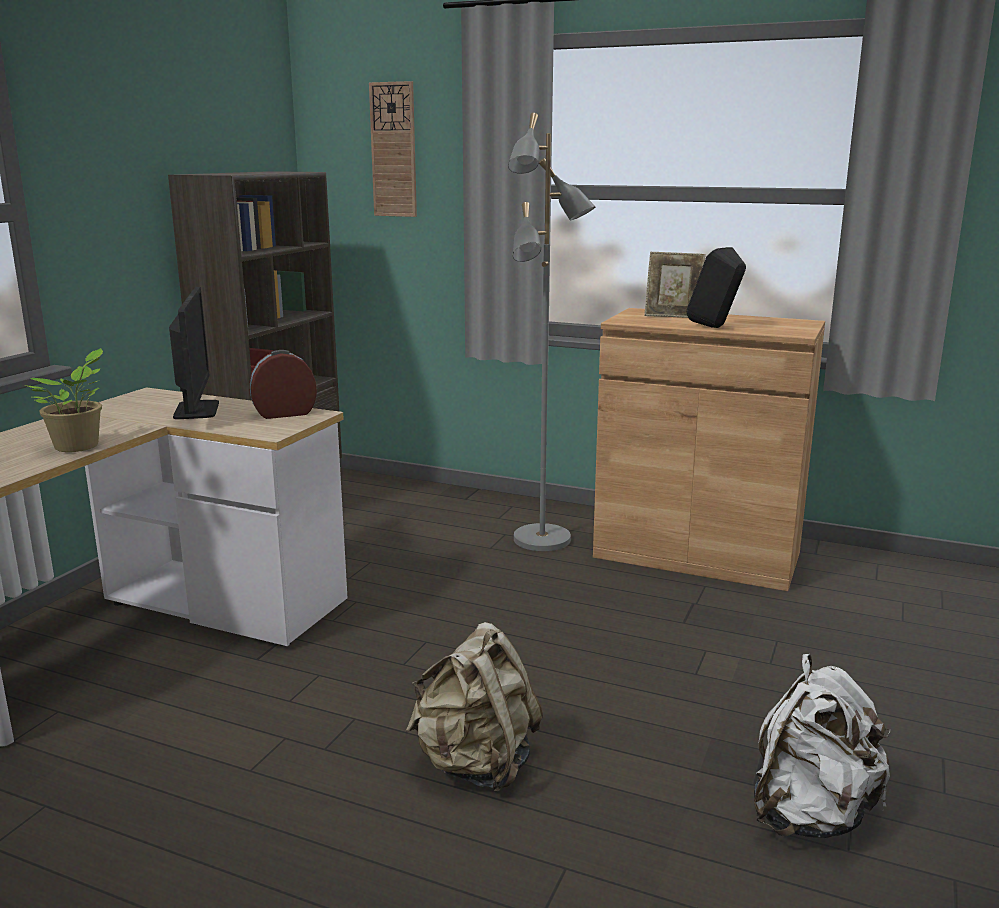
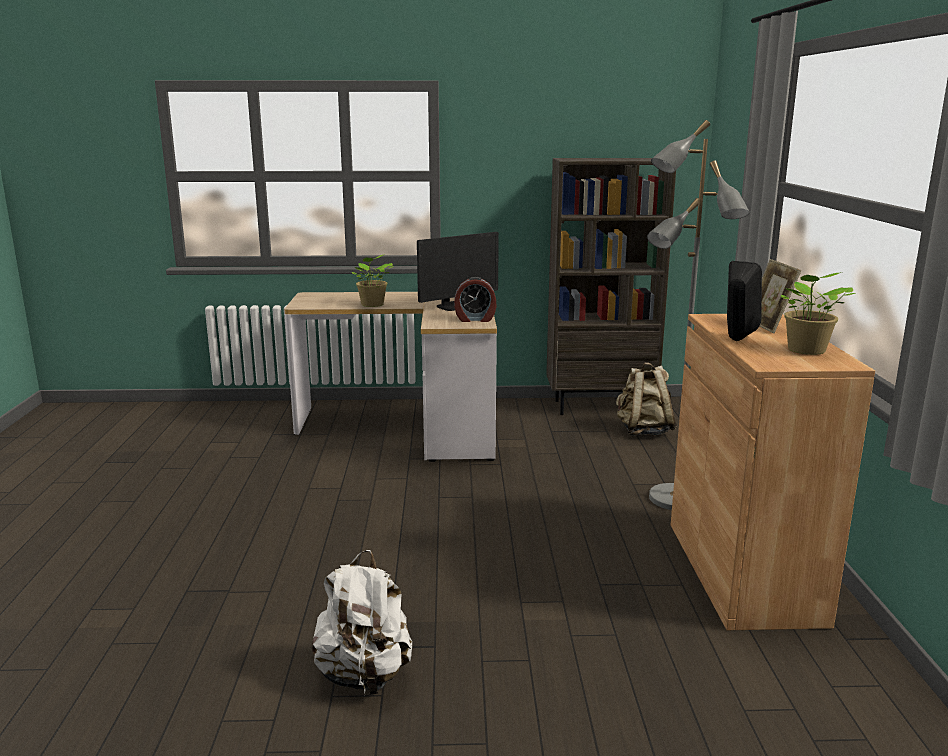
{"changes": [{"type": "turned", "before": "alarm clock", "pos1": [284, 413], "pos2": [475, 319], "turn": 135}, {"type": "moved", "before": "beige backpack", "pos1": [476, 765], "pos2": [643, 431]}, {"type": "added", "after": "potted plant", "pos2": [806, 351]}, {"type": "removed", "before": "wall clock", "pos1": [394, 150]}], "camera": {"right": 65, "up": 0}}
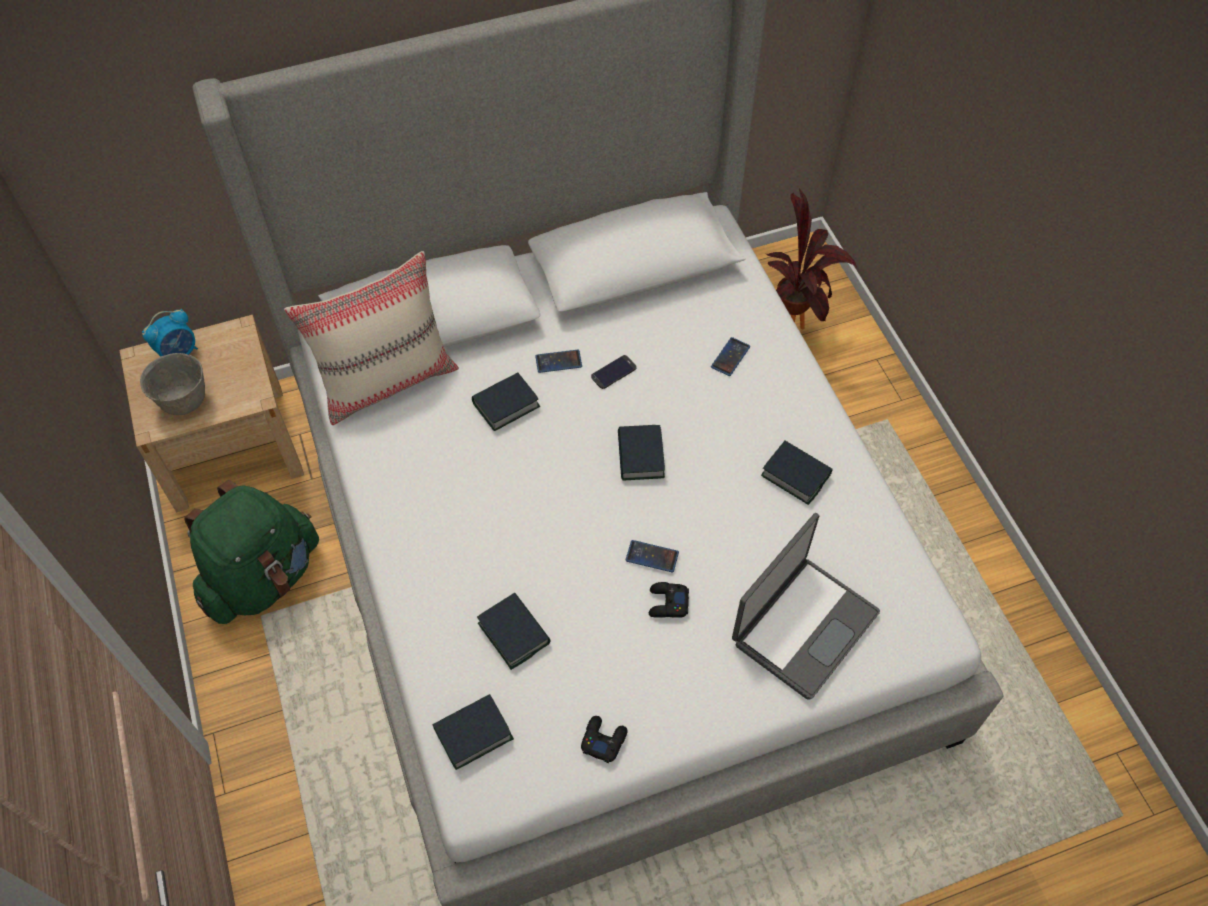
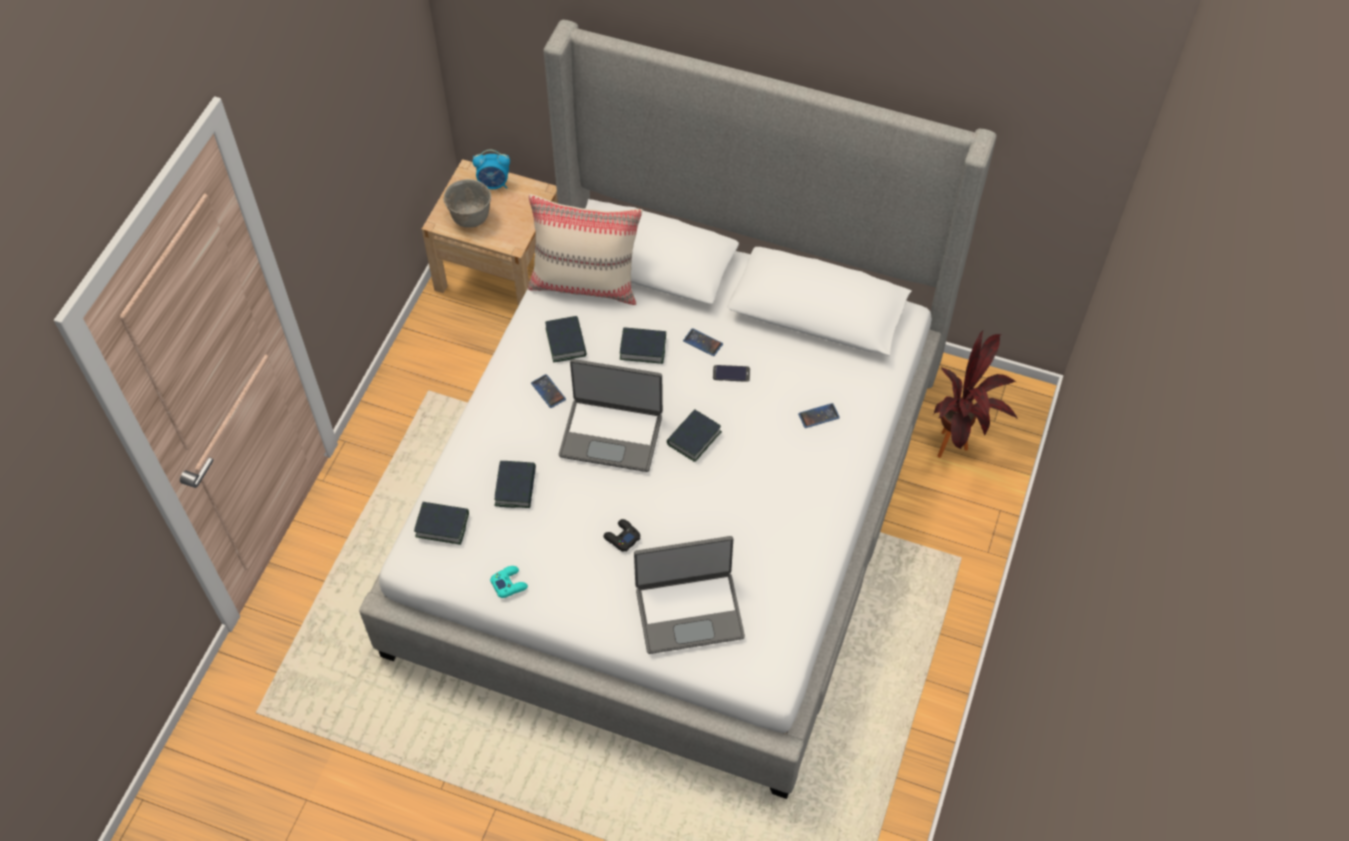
{"changes": [{"type": "recoloured", "before": "black game controller", "after": "turquoise game controller", "pos1": [603, 740], "pos2": [509, 584]}, {"type": "moved", "before": "phone", "pos1": [652, 556], "pos2": [548, 391]}, {"type": "moved", "before": "book", "pos1": [795, 475], "pos2": [566, 342]}, {"type": "added", "after": "laptop", "pos2": [611, 434]}, {"type": "removed", "before": "green backpack", "pos1": [263, 578]}], "camera": {"right": 40, "up": 0}}
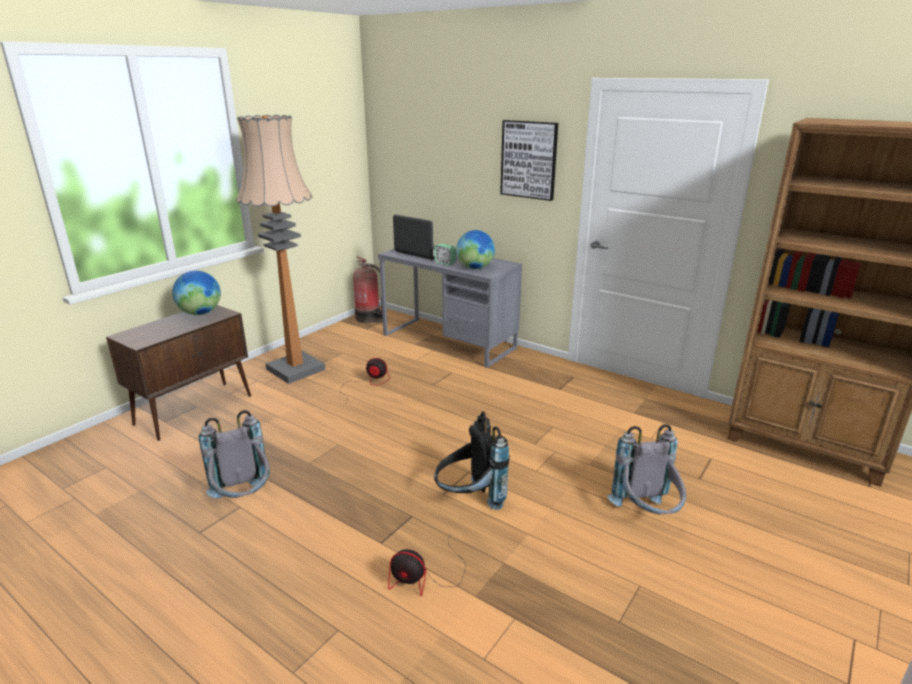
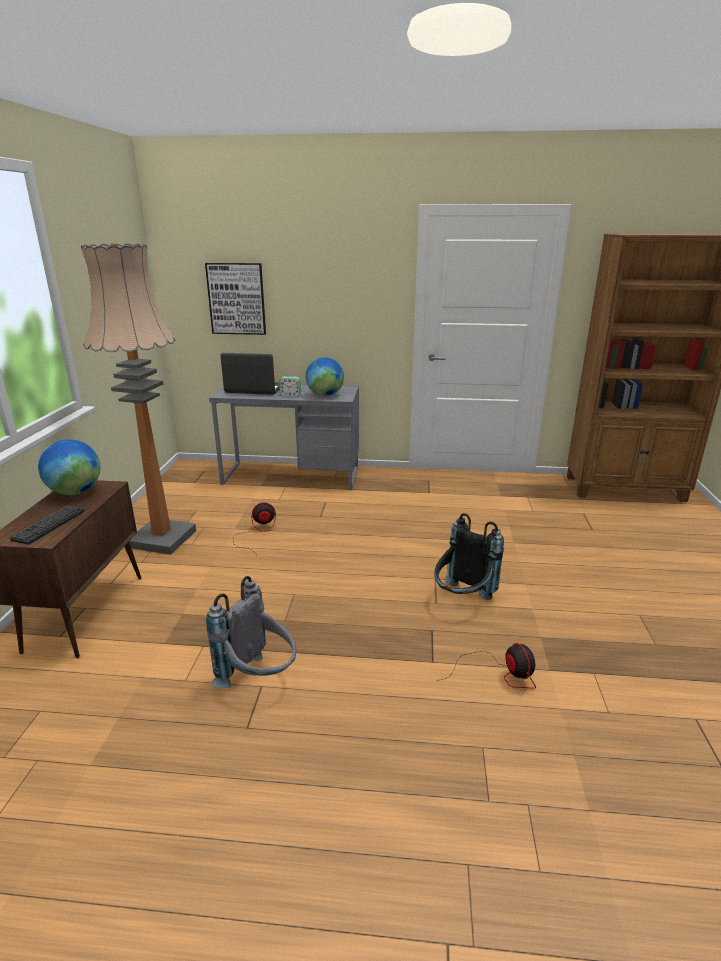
{"changes": [{"type": "added", "after": "keyboard", "pos2": [49, 525]}, {"type": "moved", "before": "picture", "pos1": [529, 160], "pos2": [236, 299]}, {"type": "turned", "before": "fan", "pos1": [424, 578], "pos2": [499, 673], "turn": -90}, {"type": "removed", "before": "fire extinguisher", "pos1": [369, 318]}, {"type": "removed", "before": "grey backpack", "pos1": [646, 516]}], "camera": {"right": -30, "up": 0}}
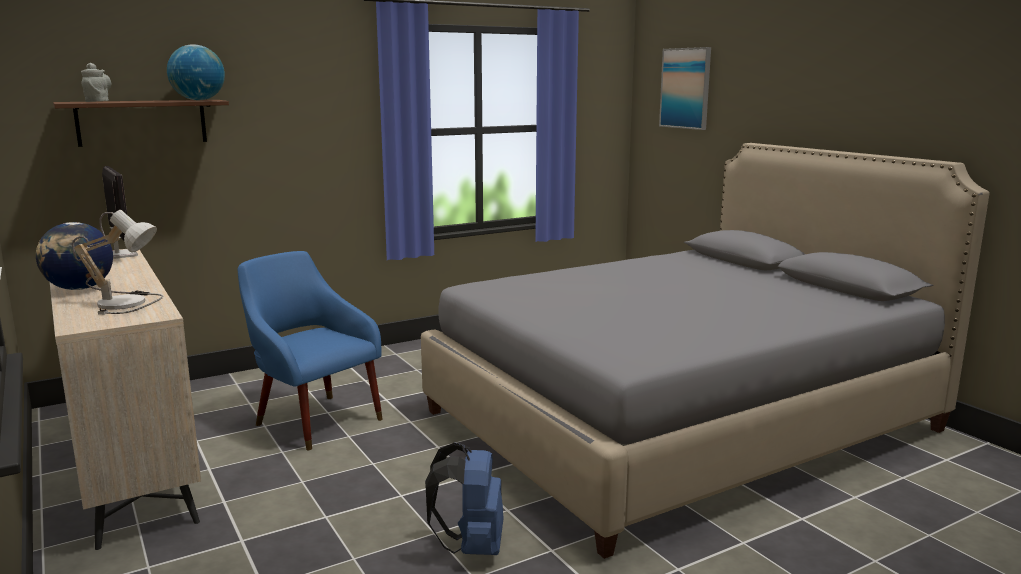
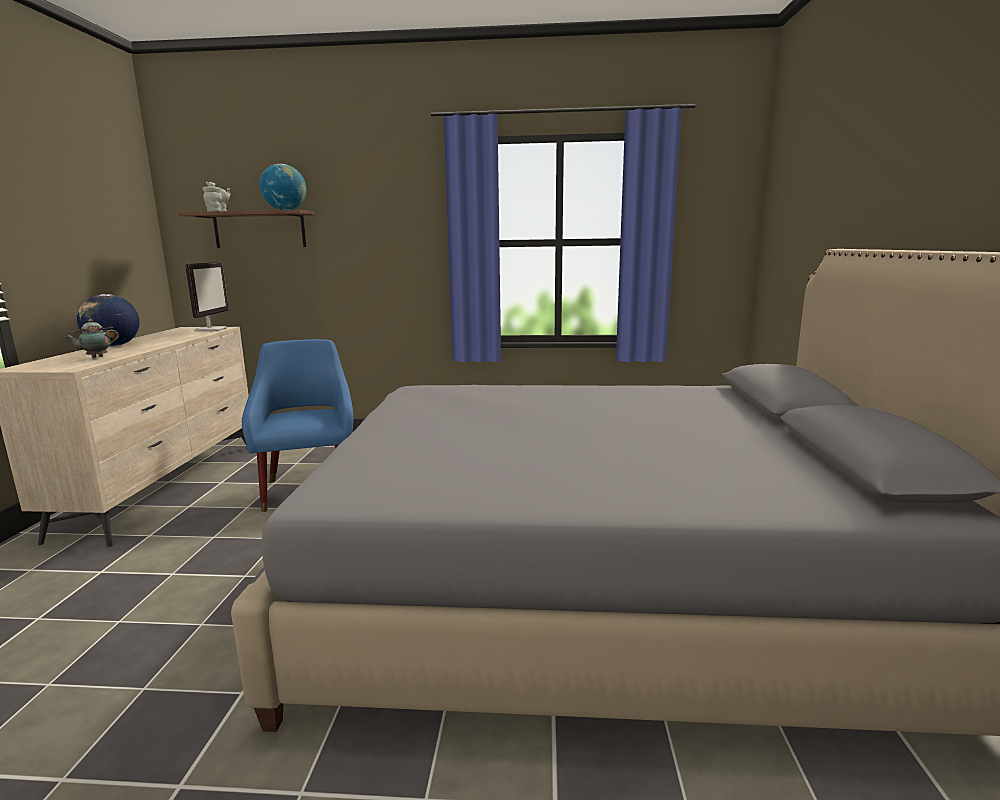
{"changes": [{"type": "replaced", "before": "table lamp", "after": "teapot", "pos1": [127, 302], "pos2": [95, 357]}, {"type": "removed", "before": "blue backpack", "pos1": [471, 546]}, {"type": "removed", "before": "picture", "pos1": [685, 88]}], "camera": {"right": 35, "up": 0}}
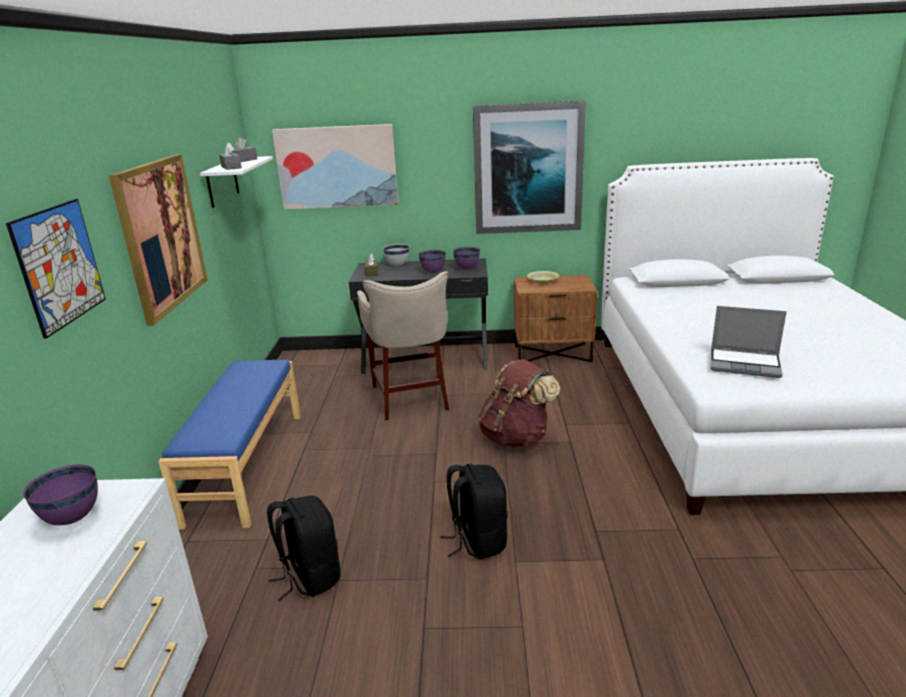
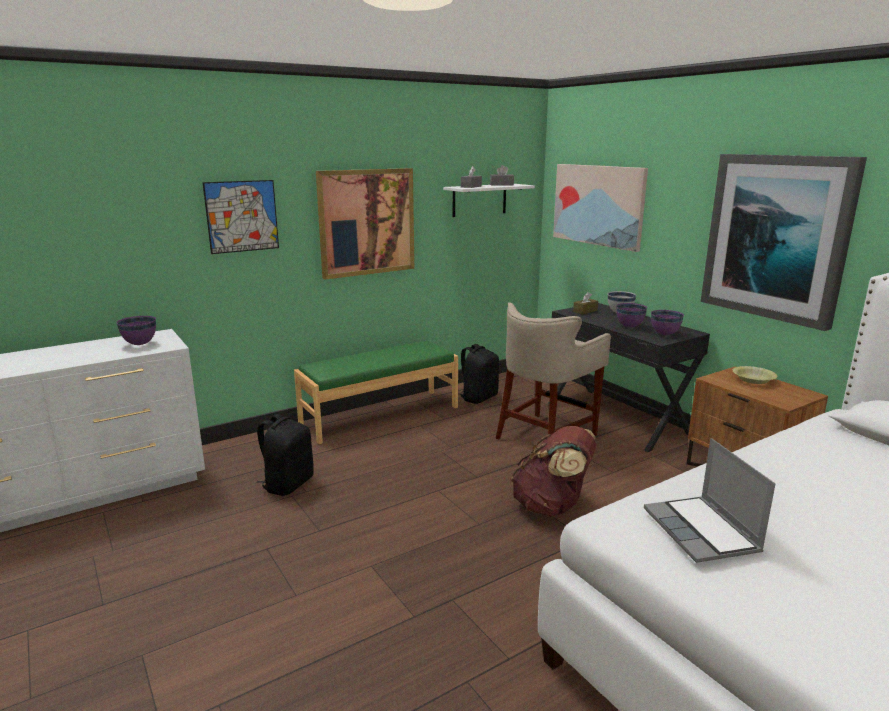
{"changes": [{"type": "recoloured", "before": "blue bench", "after": "green bench", "pos1": [245, 465], "pos2": [380, 415]}, {"type": "moved", "before": "black backpack", "pos1": [477, 541], "pos2": [478, 397]}], "camera": {"right": 55, "up": -5}}
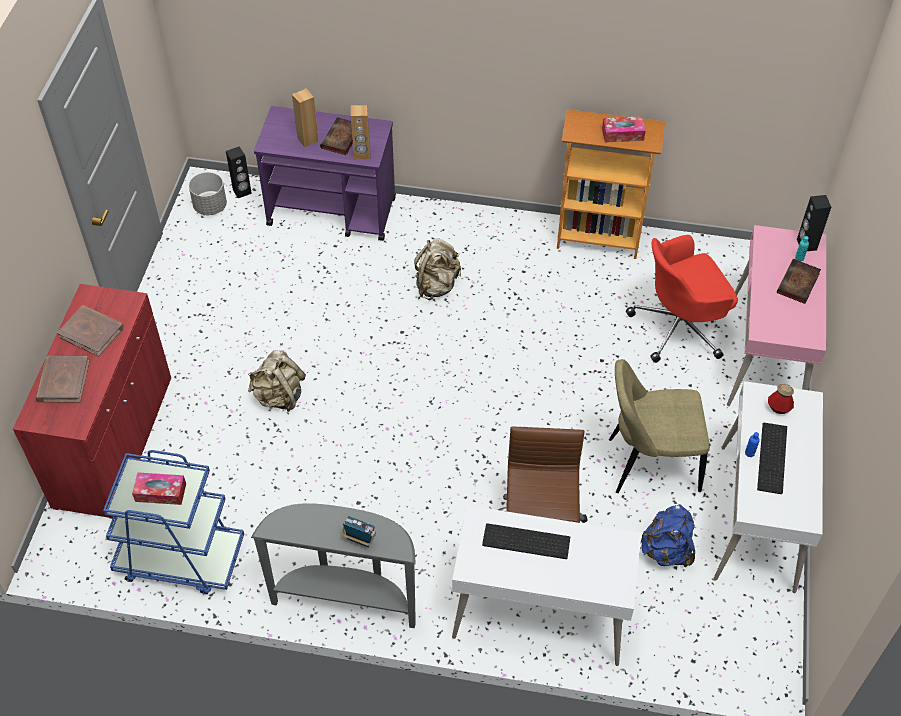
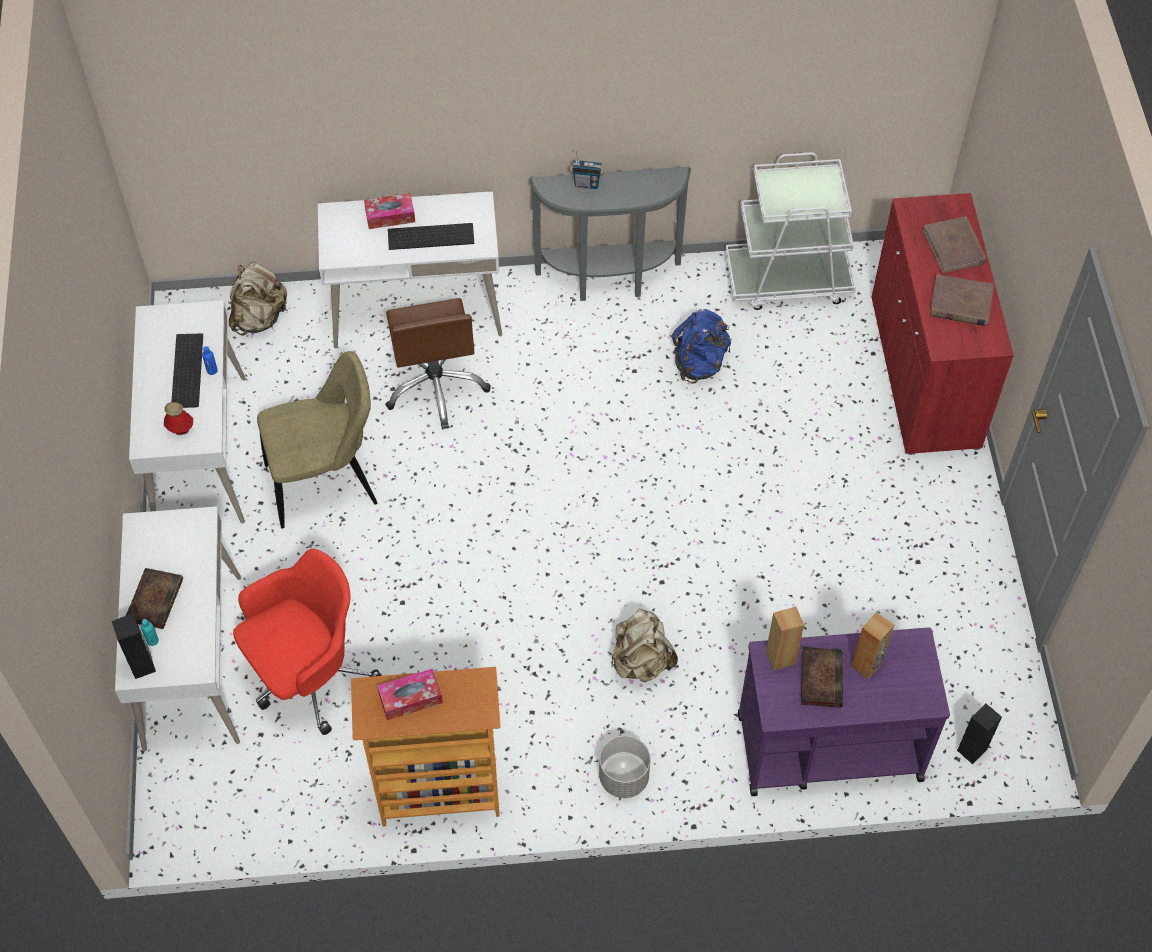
{"changes": [{"type": "recoloured", "before": "pink desk", "after": "white desk", "pos1": [766, 354], "pos2": [192, 662]}, {"type": "moved", "before": "beige backpack", "pos1": [279, 396], "pos2": [259, 317]}, {"type": "moved", "before": "tissue box", "pos1": [160, 492], "pos2": [390, 216]}, {"type": "moved", "before": "grey planter", "pos1": [210, 206], "pos2": [623, 778]}, {"type": "moved", "before": "blue backpack", "pos1": [667, 550], "pos2": [699, 363]}, {"type": "recoloured", "before": "blue cart", "after": "white cart", "pos1": [180, 558], "pos2": [788, 279]}], "camera": {"right": 165, "up": 5}}
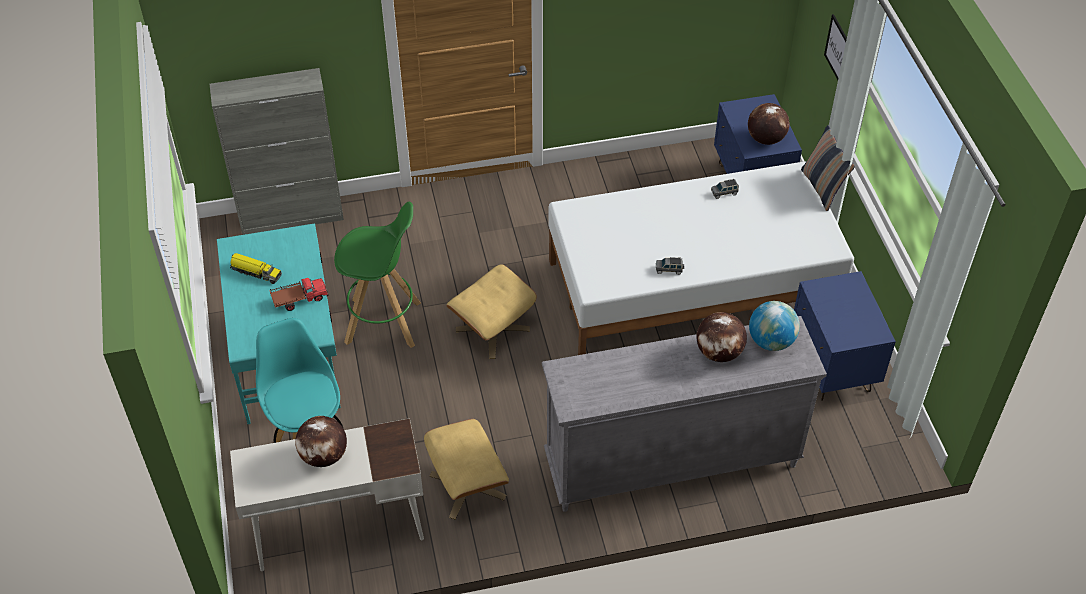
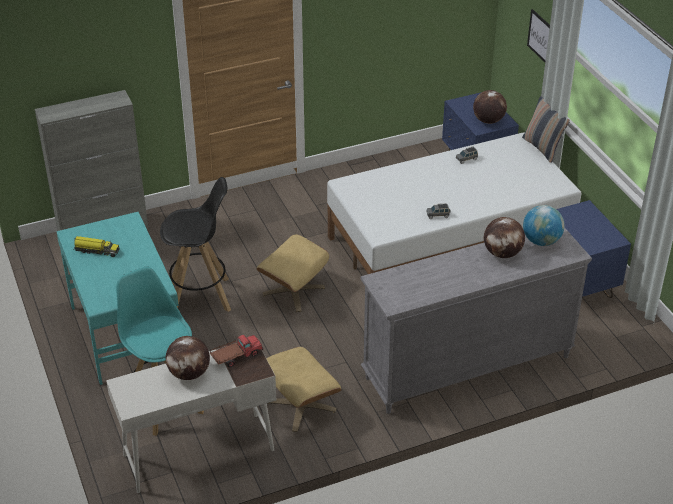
{"changes": [{"type": "recoloured", "before": "green stool", "after": "black stool", "pos1": [384, 322], "pos2": [201, 296]}, {"type": "moved", "before": "toy truck", "pos1": [299, 299], "pos2": [236, 356]}], "camera": {"right": -10, "up": -10}}
